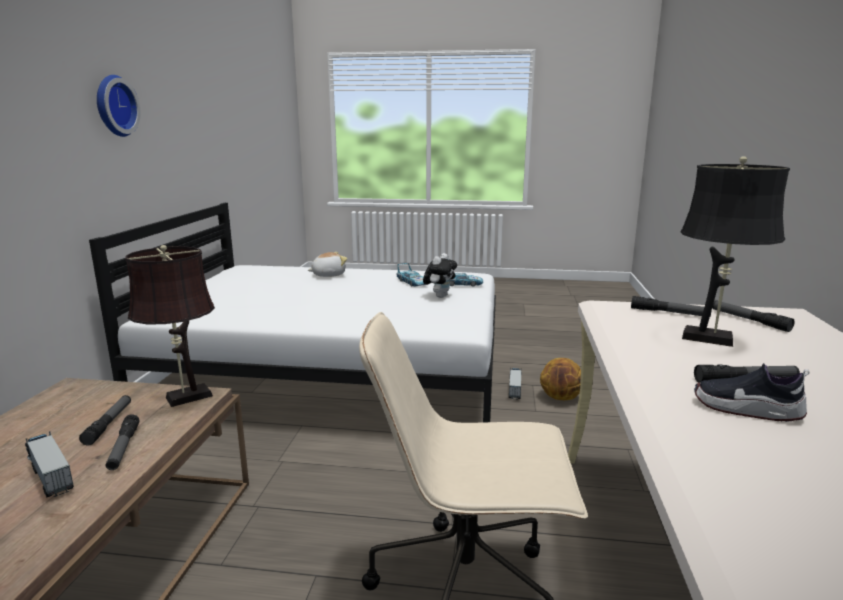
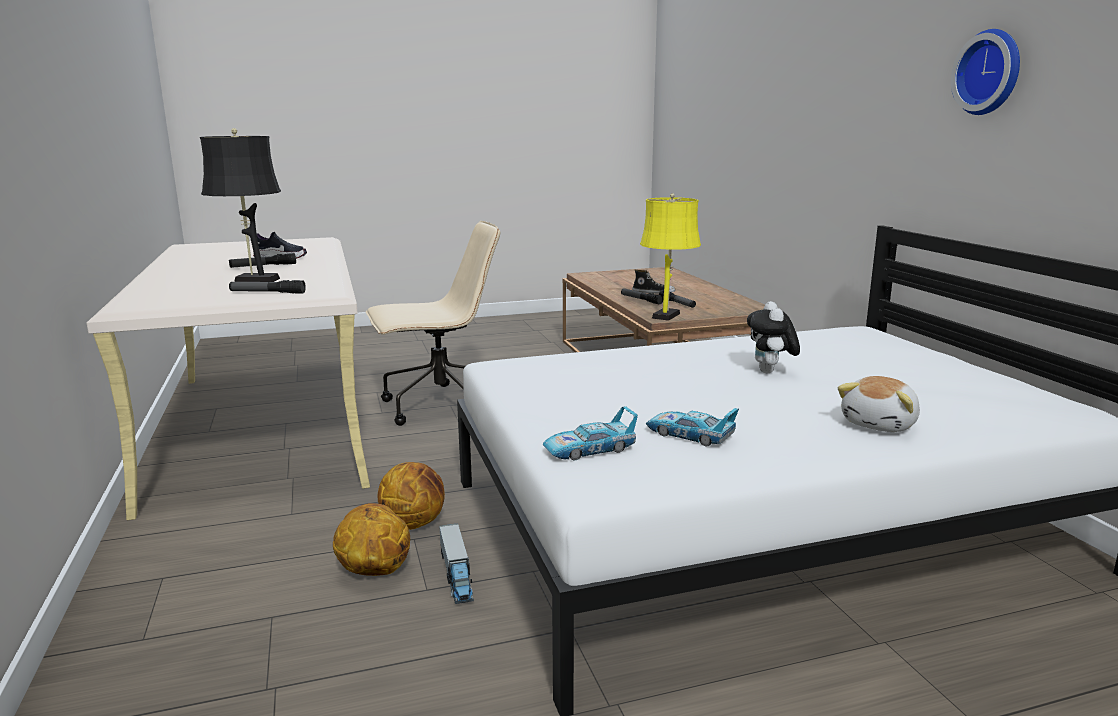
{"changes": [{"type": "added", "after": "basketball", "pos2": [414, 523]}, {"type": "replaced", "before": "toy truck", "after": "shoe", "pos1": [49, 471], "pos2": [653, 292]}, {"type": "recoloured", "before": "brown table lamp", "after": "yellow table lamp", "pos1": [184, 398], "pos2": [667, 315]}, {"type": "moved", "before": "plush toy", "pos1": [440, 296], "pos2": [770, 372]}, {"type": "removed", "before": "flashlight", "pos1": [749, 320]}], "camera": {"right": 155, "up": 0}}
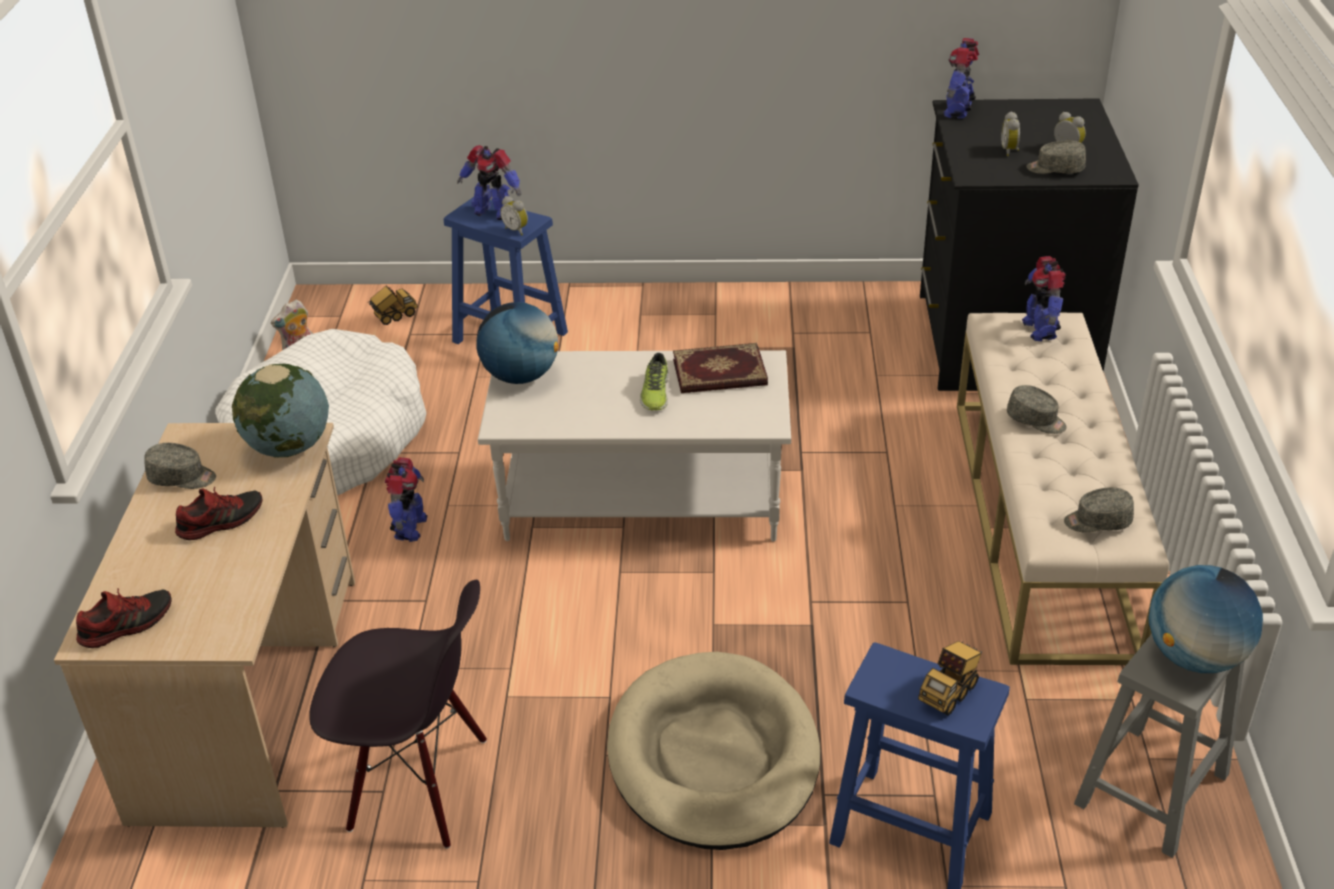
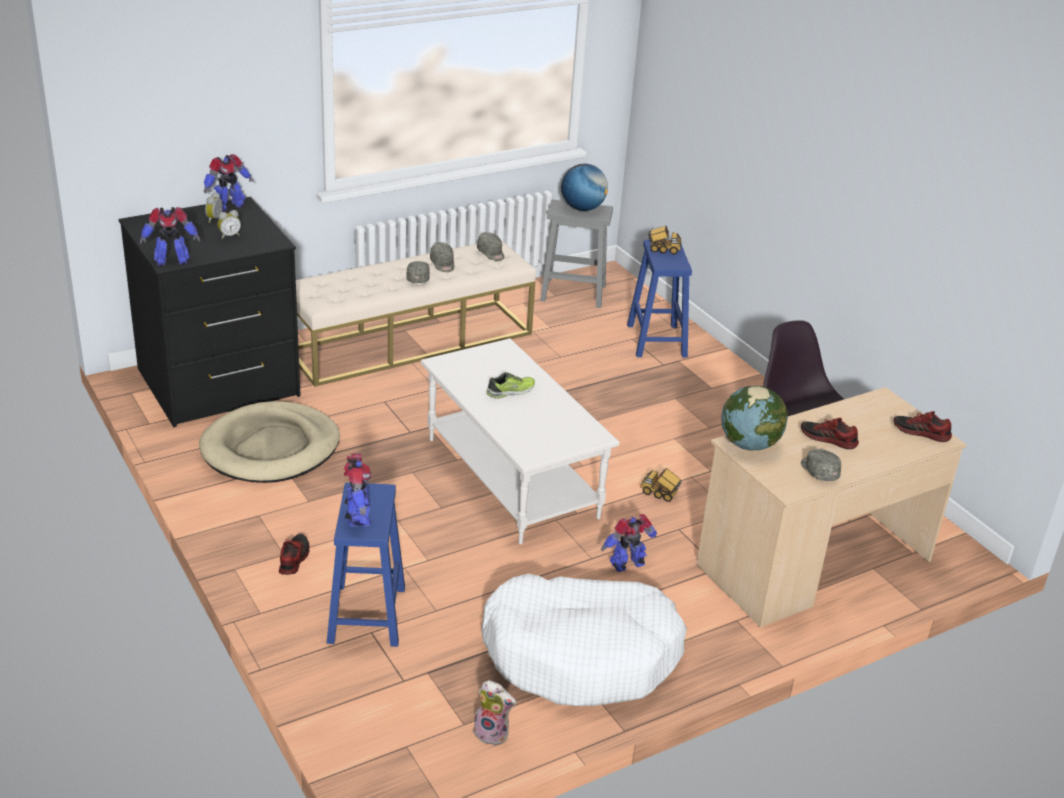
{"changes": [{"type": "moved", "before": "beige dog bed", "pos1": [713, 757], "pos2": [271, 448]}, {"type": "moved", "before": "toy robot", "pos1": [1040, 329], "pos2": [228, 206]}, {"type": "added", "after": "shoe", "pos2": [293, 559]}, {"type": "moved", "before": "grey cap", "pos1": [1055, 169], "pos2": [443, 264]}, {"type": "moved", "before": "toy truck", "pos1": [394, 316], "pos2": [660, 494]}, {"type": "removed", "before": "globe", "pos1": [520, 376]}, {"type": "removed", "before": "alarm clock", "pos1": [517, 230]}, {"type": "removed", "before": "book", "pos1": [720, 373]}], "camera": {"right": -125, "up": -5}}
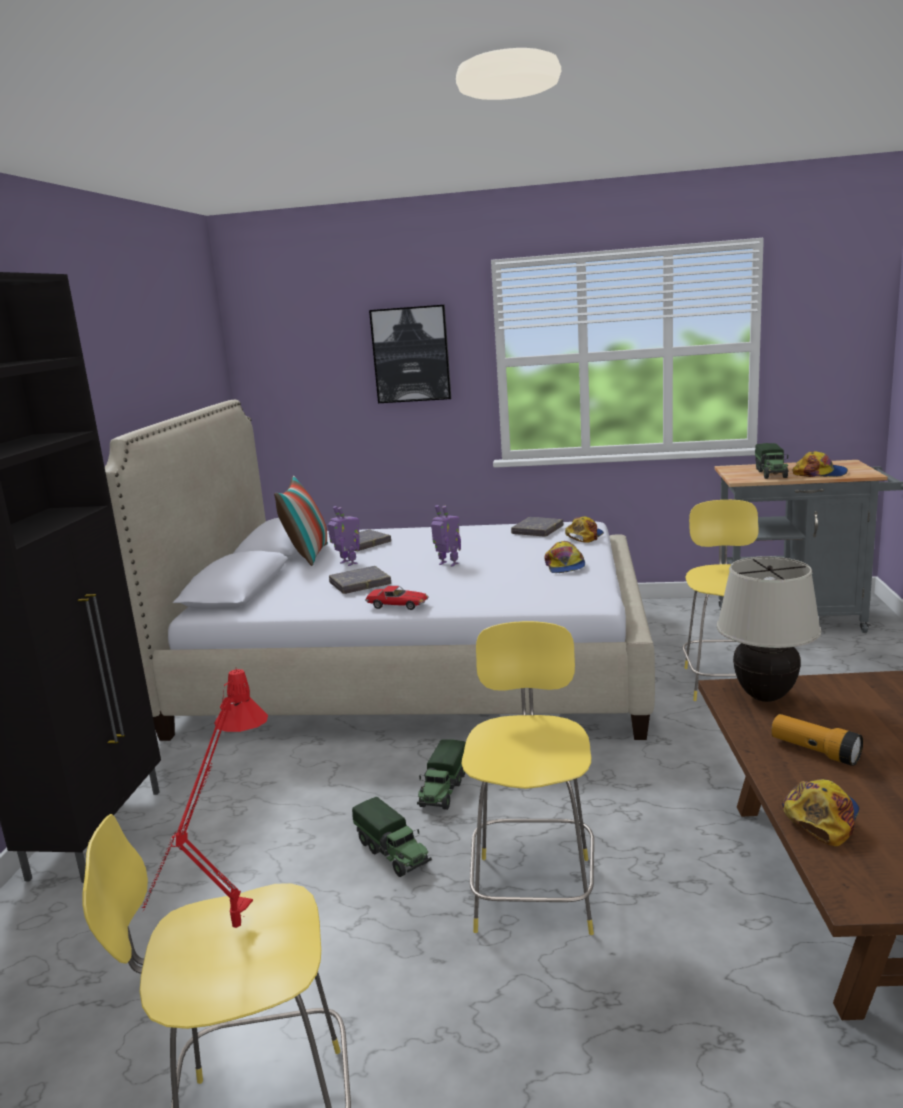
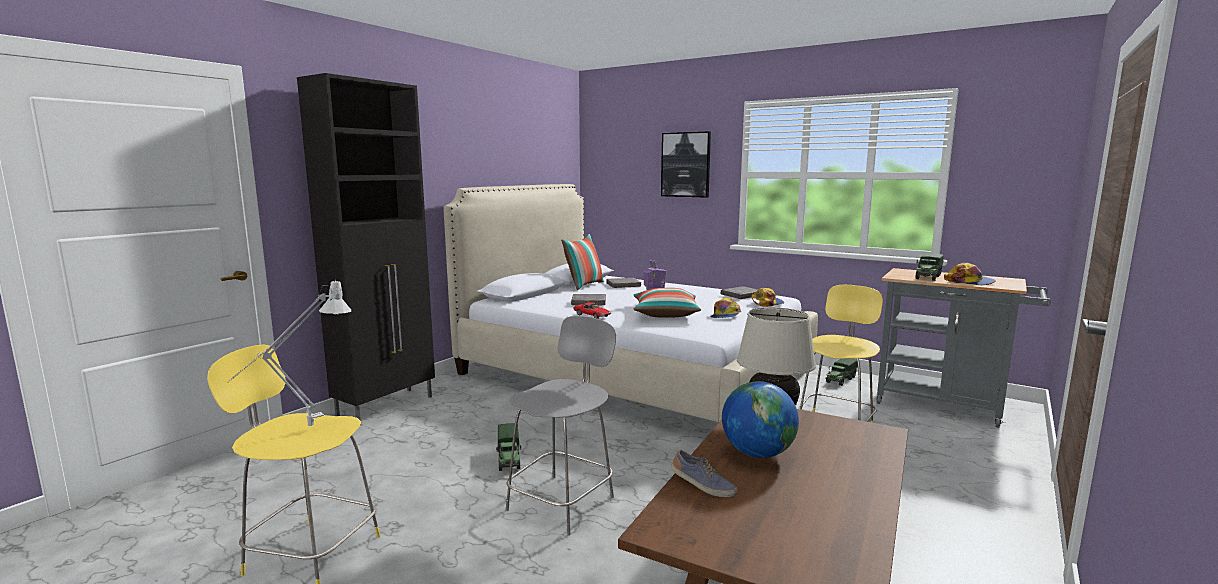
{"changes": [{"type": "recoloured", "before": "red table lamp", "after": "grey table lamp", "pos1": [230, 938], "pos2": [303, 429]}, {"type": "recoloured", "before": "yellow stool", "after": "grey stool", "pos1": [534, 889], "pos2": [563, 501]}, {"type": "added", "after": "pillow", "pos2": [665, 314]}, {"type": "replaced", "before": "cap", "after": "shoe", "pos1": [820, 816], "pos2": [702, 486]}, {"type": "replaced", "before": "flashlight", "after": "globe", "pos1": [815, 751], "pos2": [757, 453]}, {"type": "moved", "before": "toy truck", "pos1": [443, 790], "pos2": [840, 380]}, {"type": "removed", "before": "toy robot", "pos1": [347, 563]}], "camera": {"right": 25, "up": -5}}
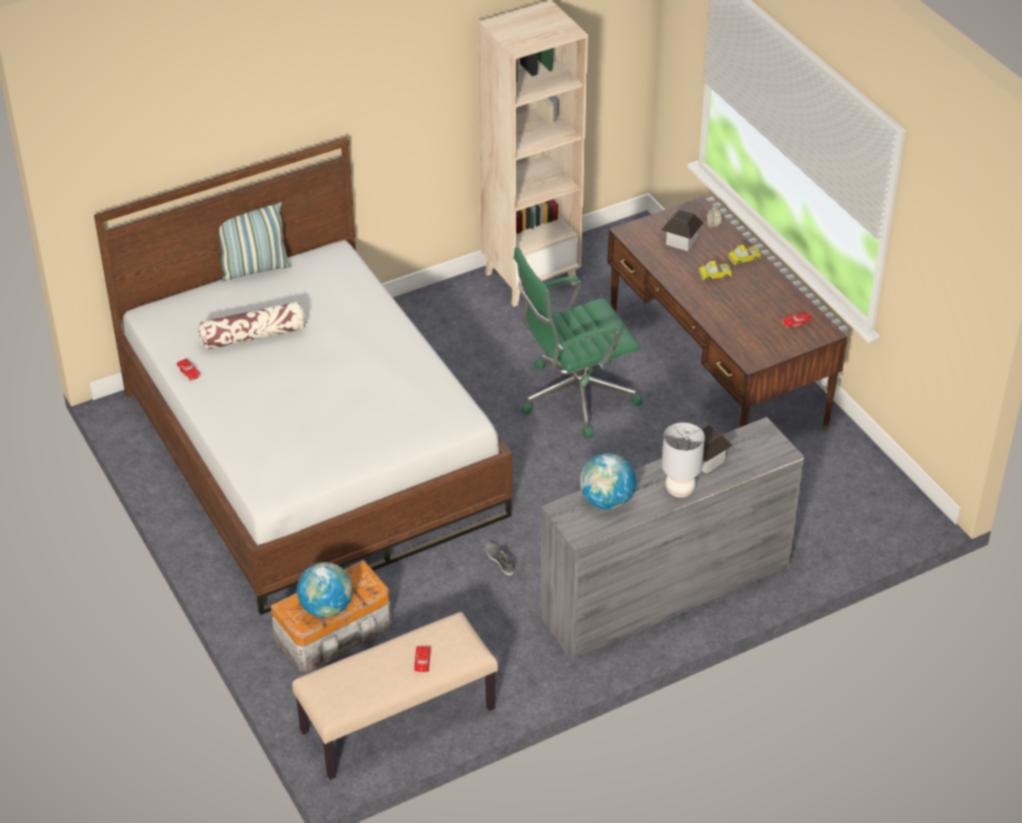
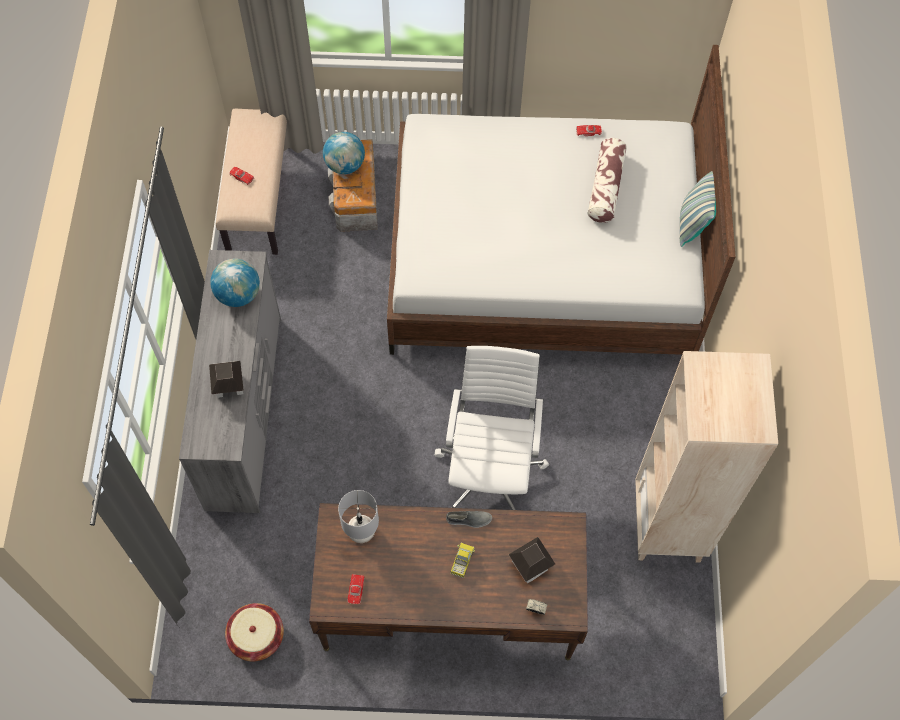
{"changes": [{"type": "added", "after": "basket", "pos2": [256, 636]}, {"type": "moved", "before": "grey table lamp", "pos1": [679, 491], "pos2": [361, 532]}, {"type": "recoloured", "before": "green office chair", "after": "white office chair", "pos1": [574, 397], "pos2": [490, 471]}, {"type": "moved", "before": "grey shoe", "pos1": [500, 560], "pos2": [469, 520]}, {"type": "removed", "before": "toy truck", "pos1": [744, 259]}], "camera": {"right": 120, "up": 20}}
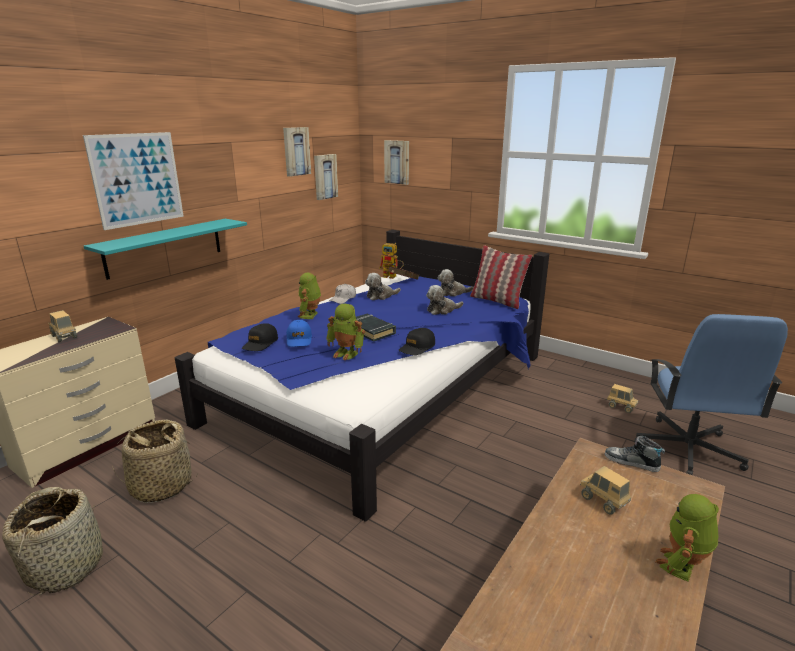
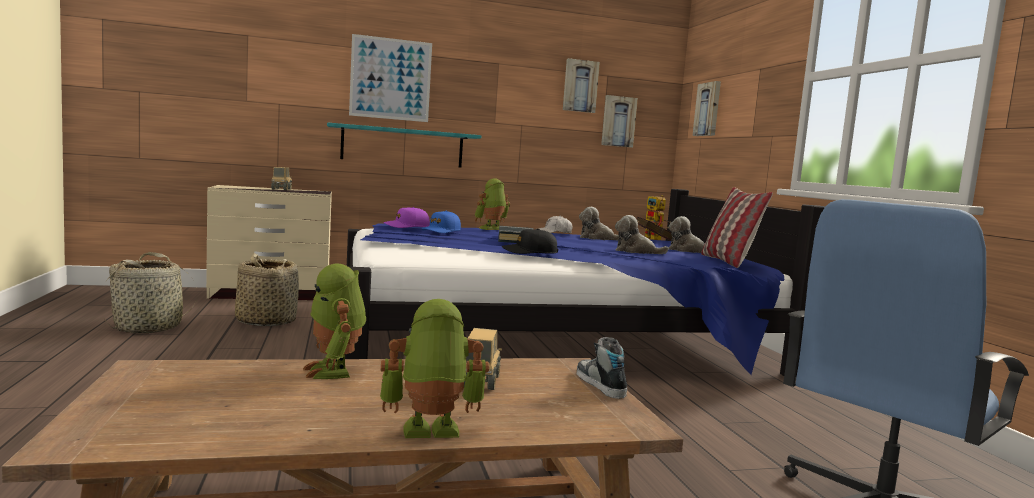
{"changes": [{"type": "moved", "before": "toy robot", "pos1": [346, 353], "pos2": [334, 371]}, {"type": "recoloured", "before": "black cap", "after": "purple cap", "pos1": [260, 343], "pos2": [407, 226]}, {"type": "removed", "before": "toy truck", "pos1": [621, 407]}], "camera": {"right": 40, "up": -15}}
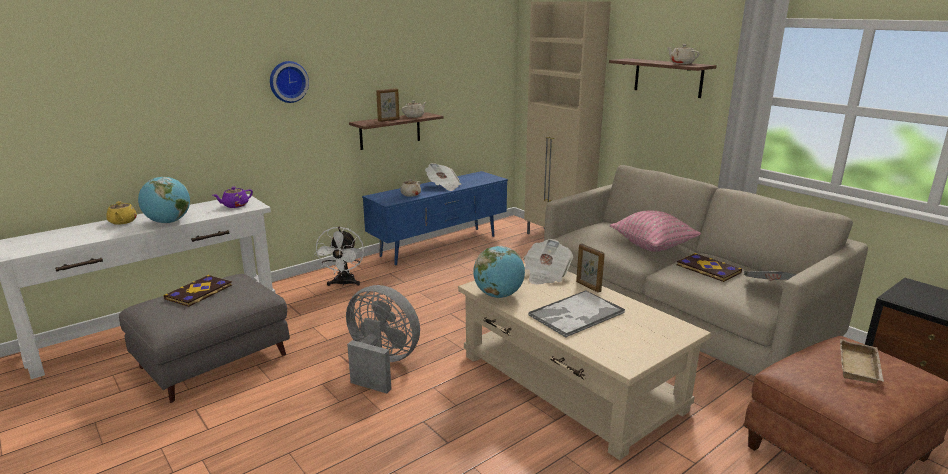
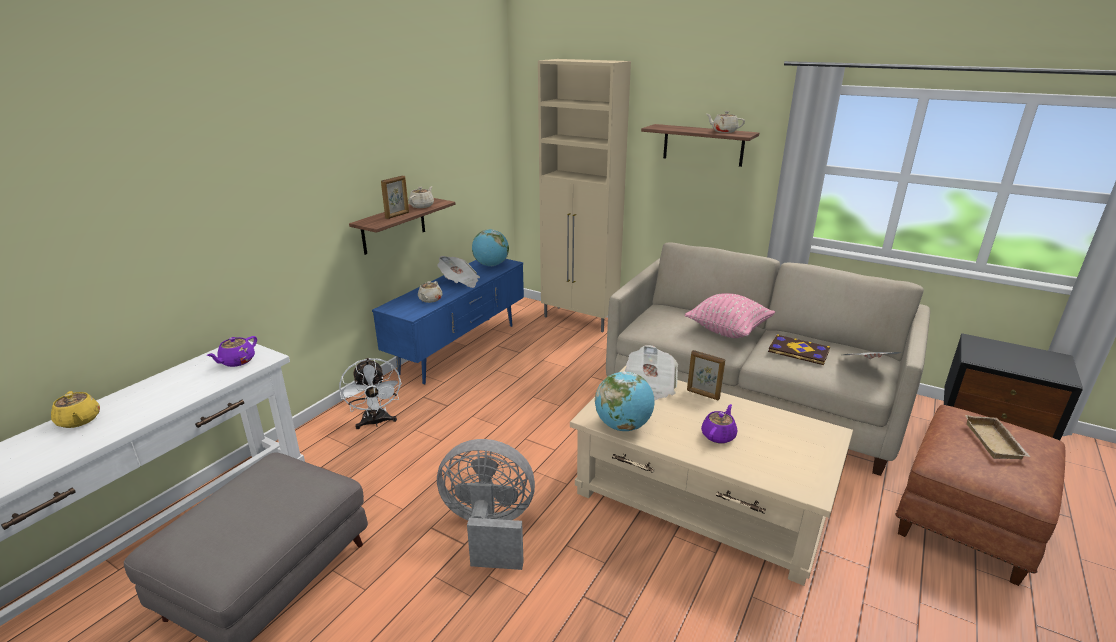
{"changes": [{"type": "moved", "before": "globe", "pos1": [168, 222], "pos2": [491, 265]}, {"type": "replaced", "before": "tray", "after": "purple teapot", "pos1": [576, 314], "pos2": [718, 435]}, {"type": "removed", "before": "book", "pos1": [199, 292]}, {"type": "removed", "before": "wall clock", "pos1": [288, 81]}], "camera": {"right": -20, "up": 5}}
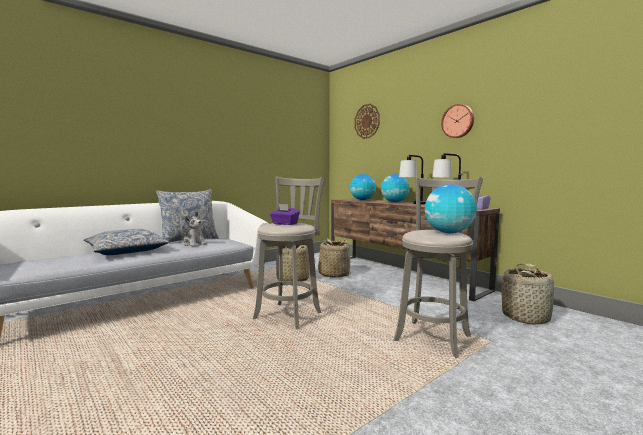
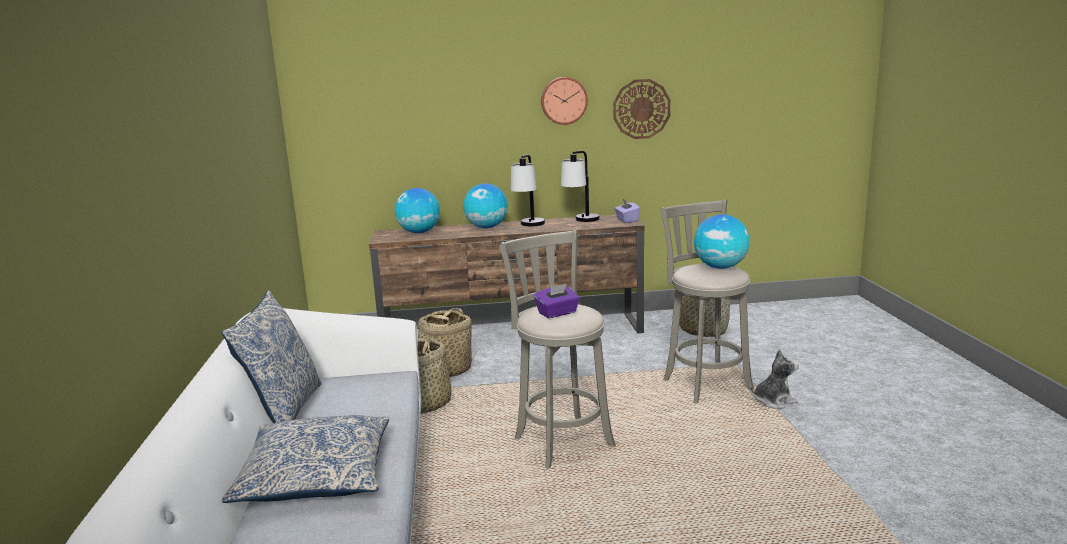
{"changes": [{"type": "moved", "before": "wall clock", "pos1": [367, 121], "pos2": [641, 109]}, {"type": "moved", "before": "plush toy", "pos1": [194, 244], "pos2": [773, 401]}], "camera": {"right": -55, "up": 10}}
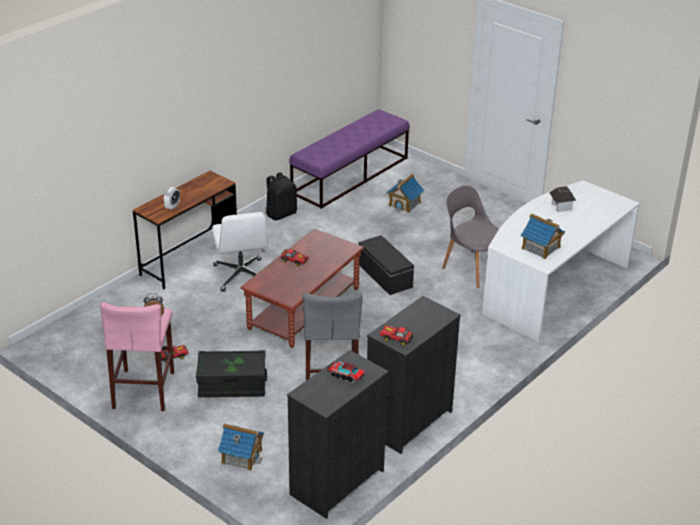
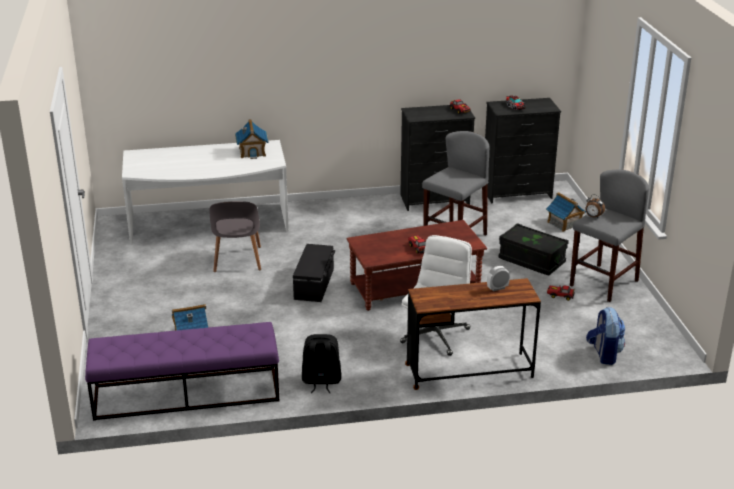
{"changes": [{"type": "recoloured", "before": "pink stool", "after": "grey stool", "pos1": [144, 390], "pos2": [603, 283]}, {"type": "added", "after": "backpack", "pos2": [604, 354]}, {"type": "removed", "before": "toy house", "pos1": [561, 207]}], "camera": {"right": -140, "up": -5}}
